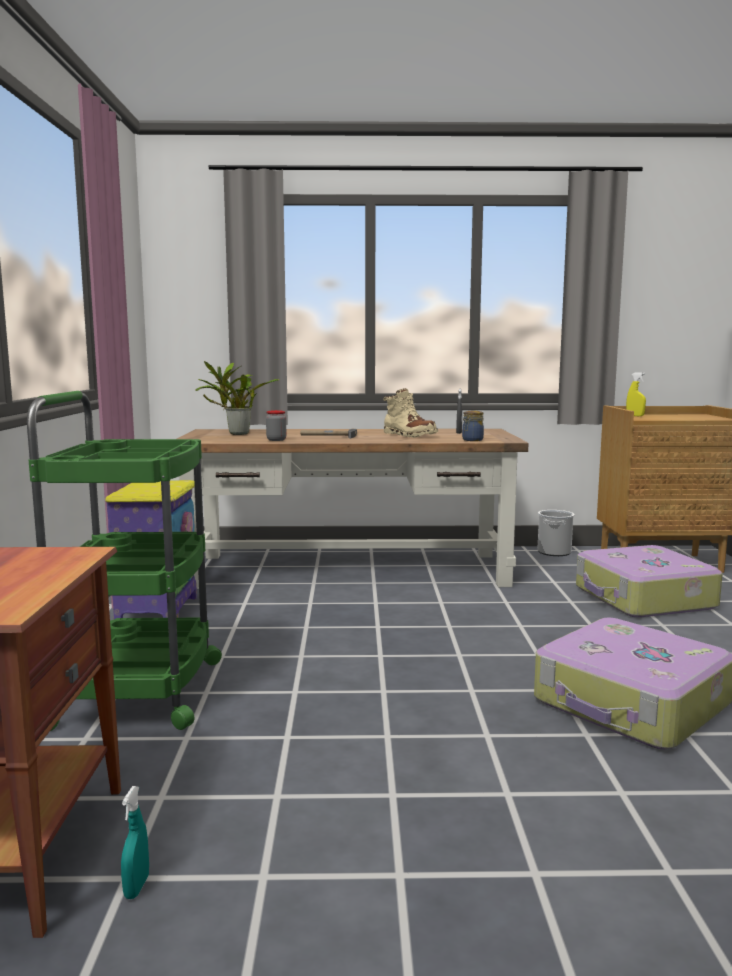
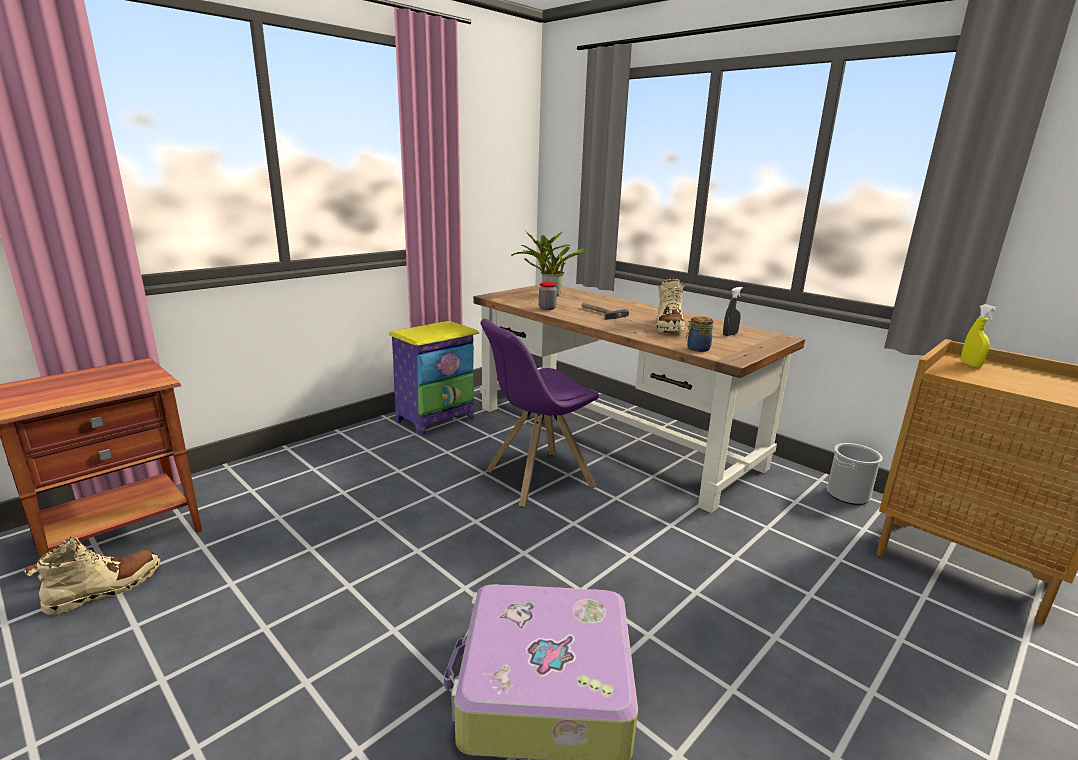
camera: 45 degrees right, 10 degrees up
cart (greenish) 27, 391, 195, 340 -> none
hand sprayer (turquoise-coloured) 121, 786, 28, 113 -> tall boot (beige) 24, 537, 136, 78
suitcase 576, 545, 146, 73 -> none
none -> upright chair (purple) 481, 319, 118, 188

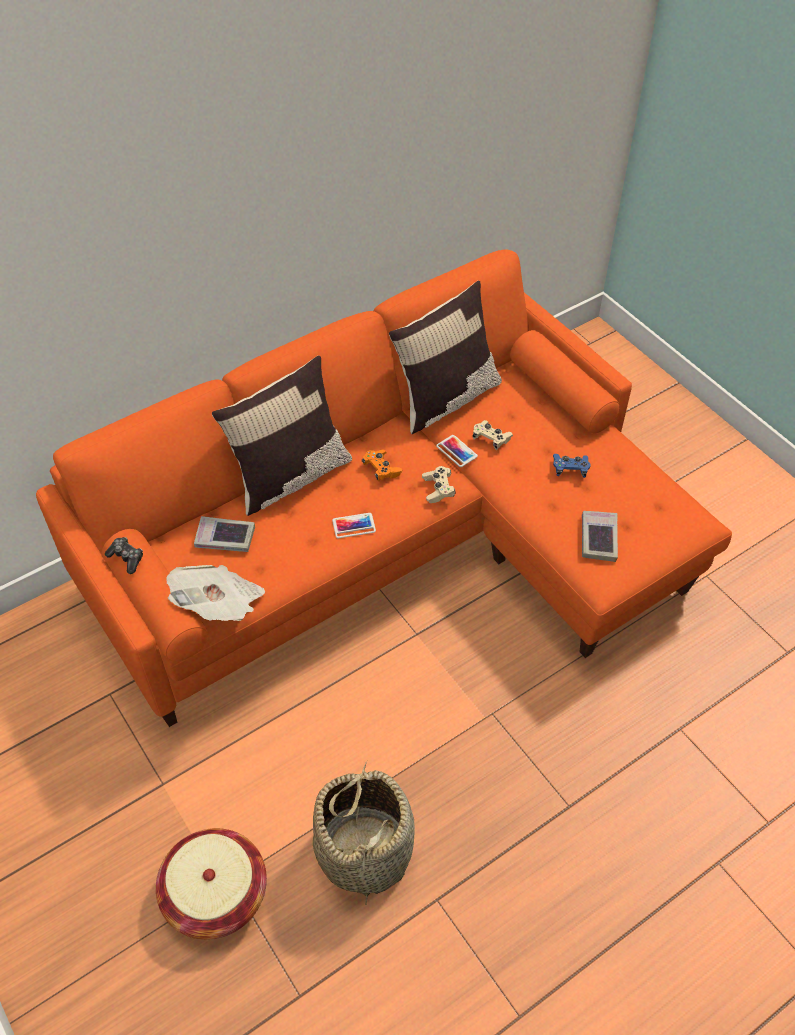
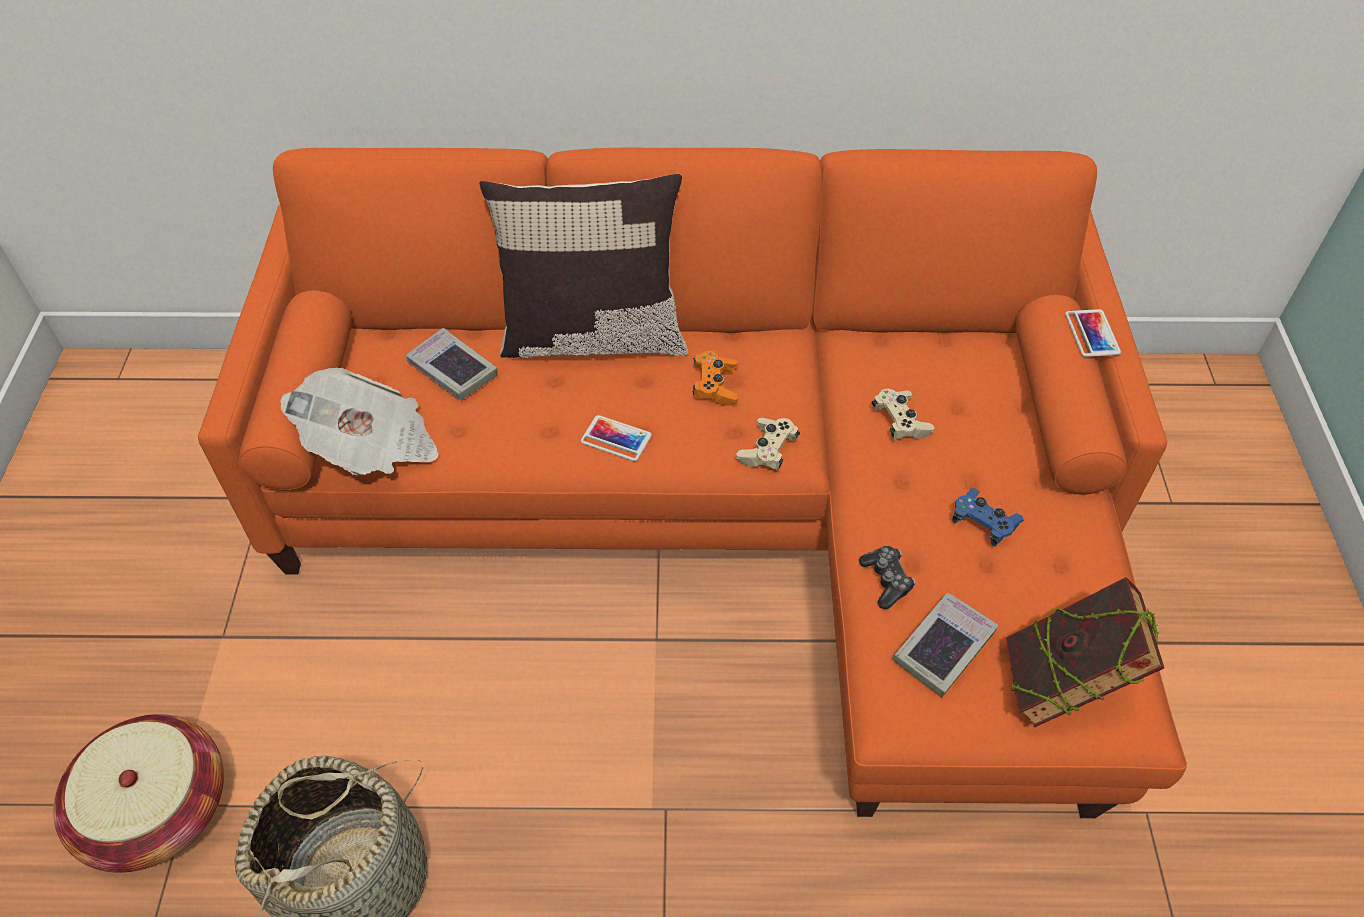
camera: 35 degrees right, 0 degrees up
joypad 105, 537, 38, 37 -> joypad 859, 546, 56, 63, moved
cushion 389, 281, 113, 153 -> none
phone 436, 435, 42, 32 -> phone 1065, 309, 56, 48, moved
none -> bound book 1006, 577, 158, 150

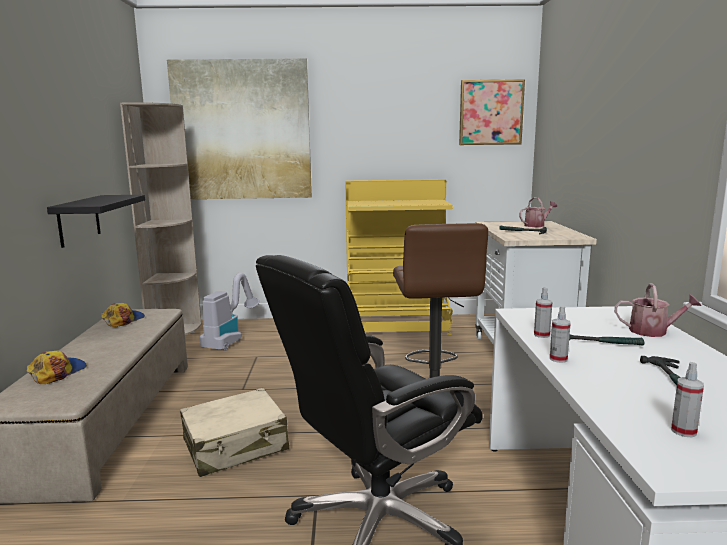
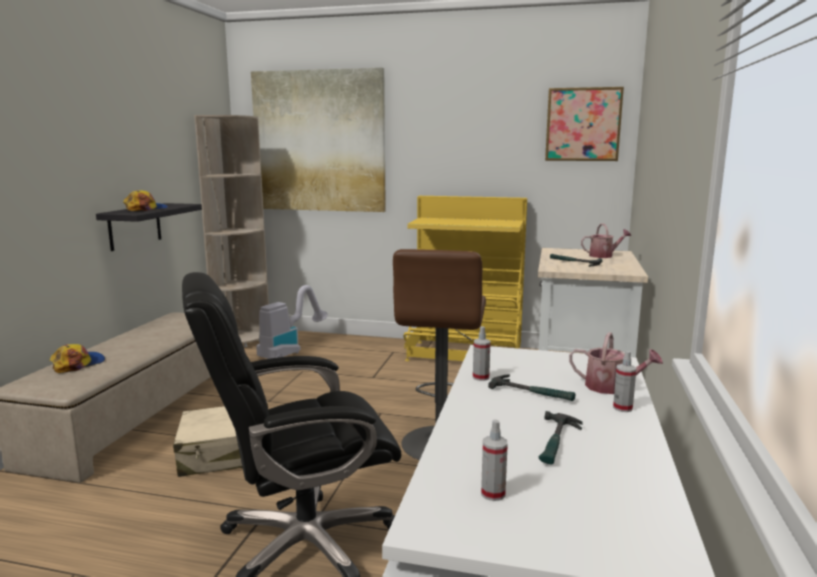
camera: 15 degrees right, 0 degrees up
baseball cap 101, 303, 44, 24 -> baseball cap 123, 190, 45, 21, moved
hand sprayer 550, 306, 21, 57 -> hand sprayer 613, 351, 24, 61, moved

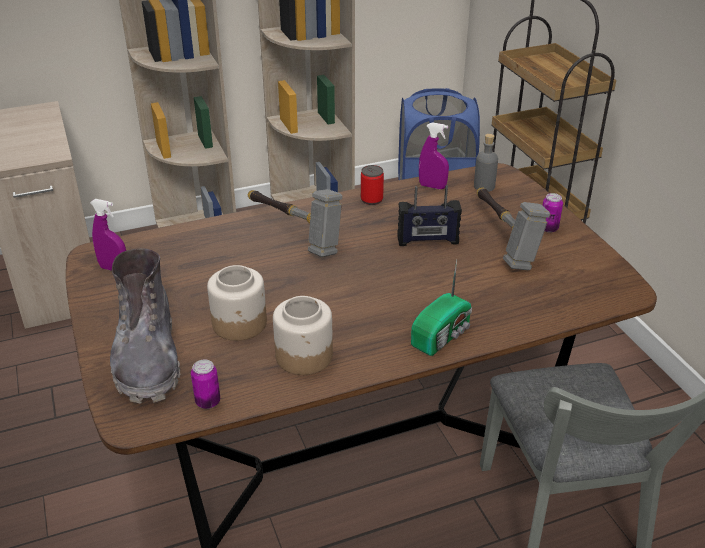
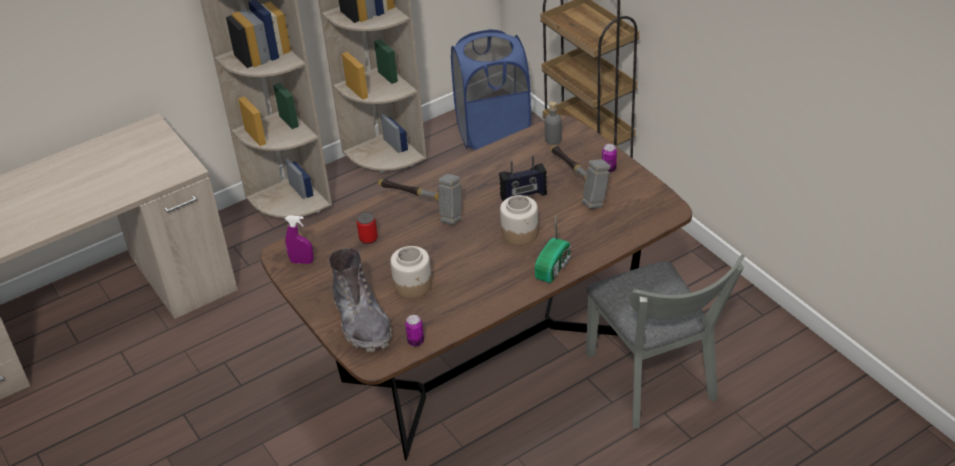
camera: 10 degrees left, 5 degrees up
preserve jar 273, 296, 60, 79 -> preserve jar 500, 195, 38, 51, moved
can 361, 165, 23, 40 -> can 356, 212, 22, 32, moved
hand sprayer (purple) 419, 122, 30, 67 -> none

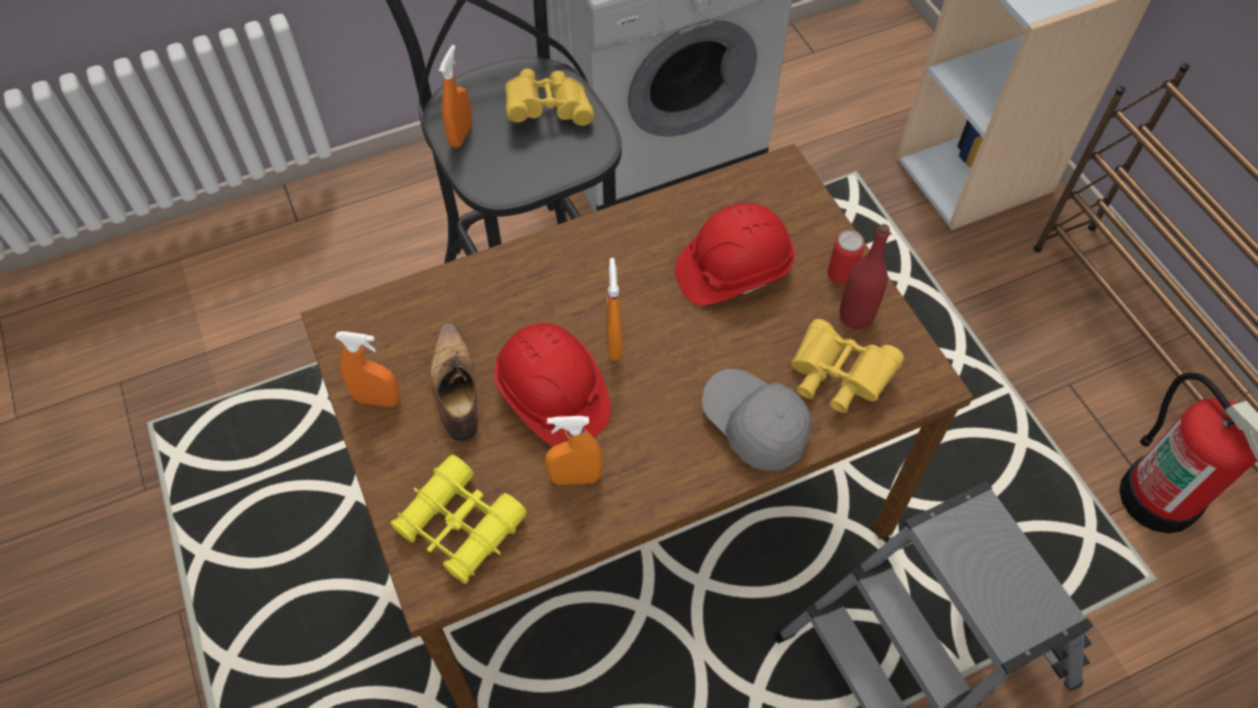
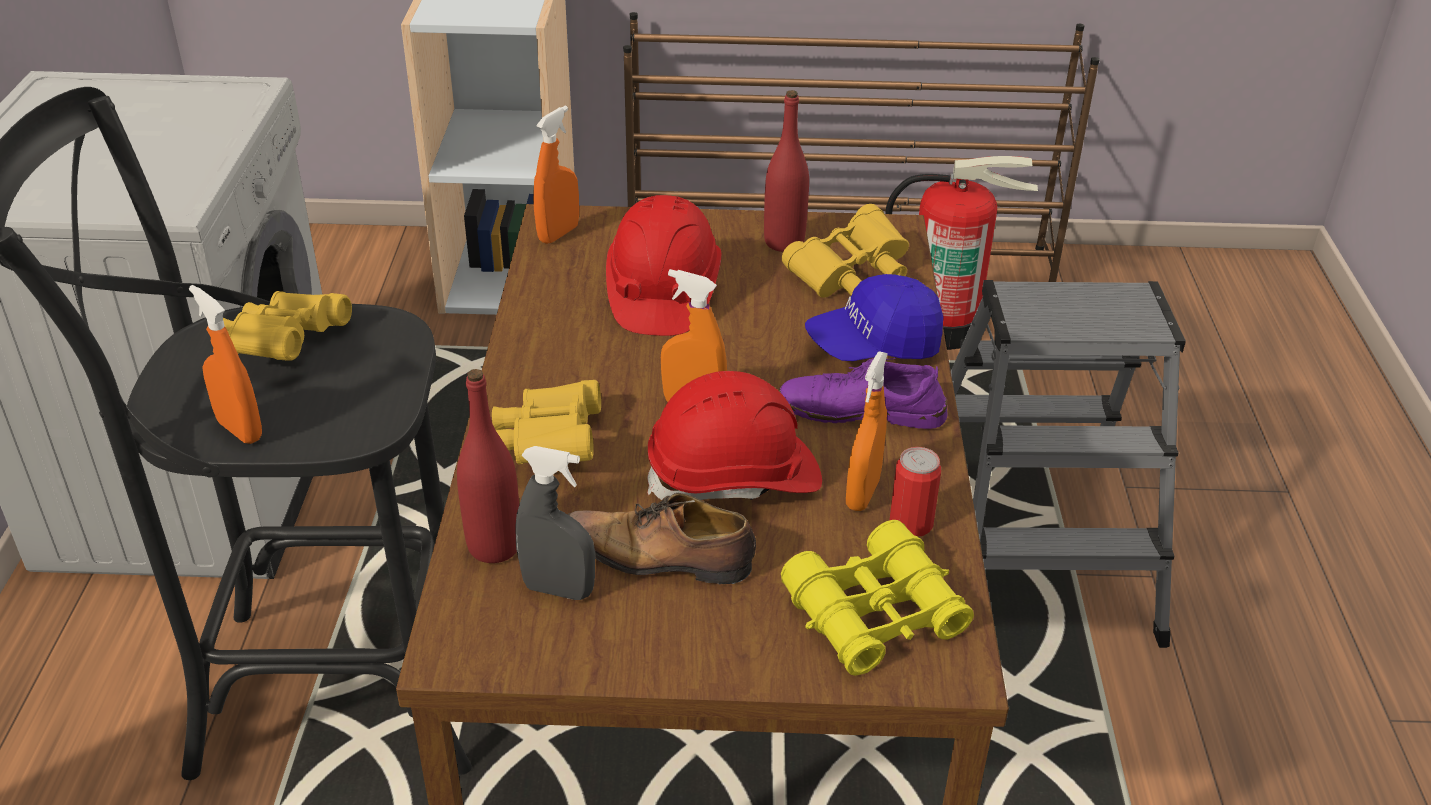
camera: 65 degrees left, 20 degrees down
hand sprayer (orange-coloured) 335, 331, 65, 76 -> hand sprayer (orange-coloured) 533, 106, 46, 138, moved
baseball cap (greyish) 702, 369, 110, 102 -> baseball cap (blue-coloured) 805, 274, 138, 87
can 828, 230, 37, 55 -> can 890, 447, 51, 90, moved
none -> bottle (red-coloured) 457, 369, 62, 194
none -> field glasses (yellow-coloured) 492, 380, 109, 84
none -> hand sprayer (greyish) 516, 446, 79, 154
none -> item of footwear (purple) 779, 358, 168, 71

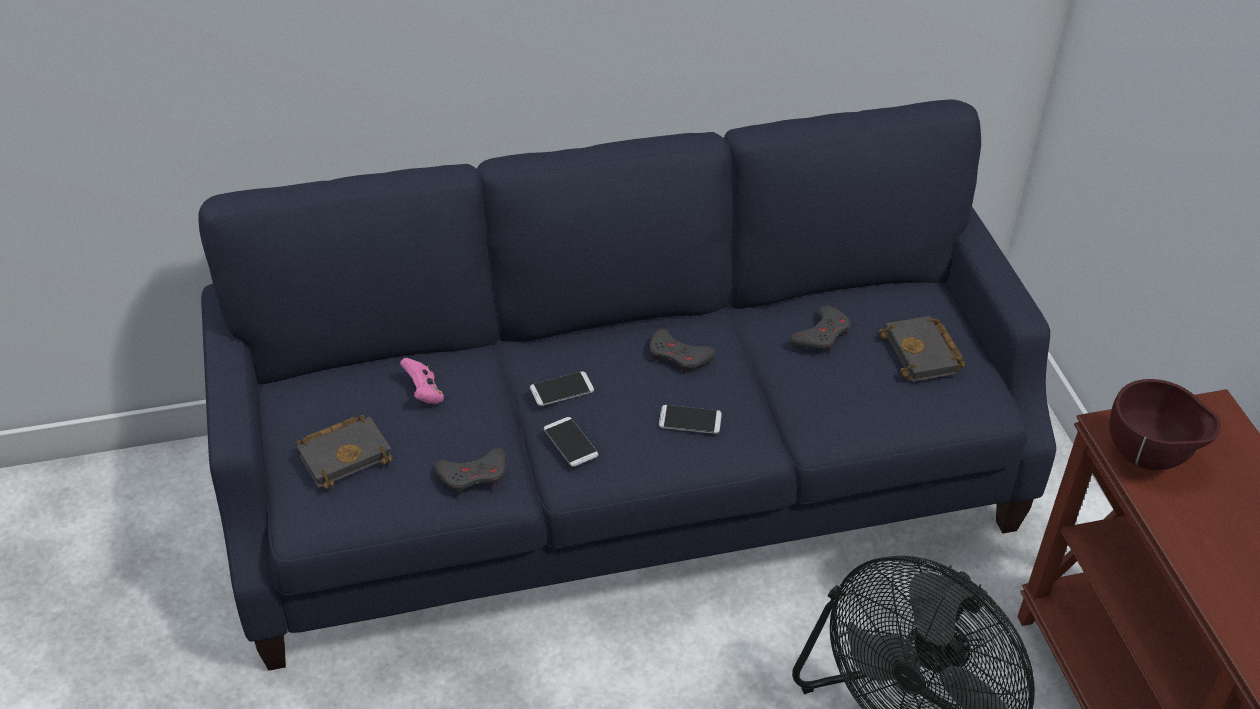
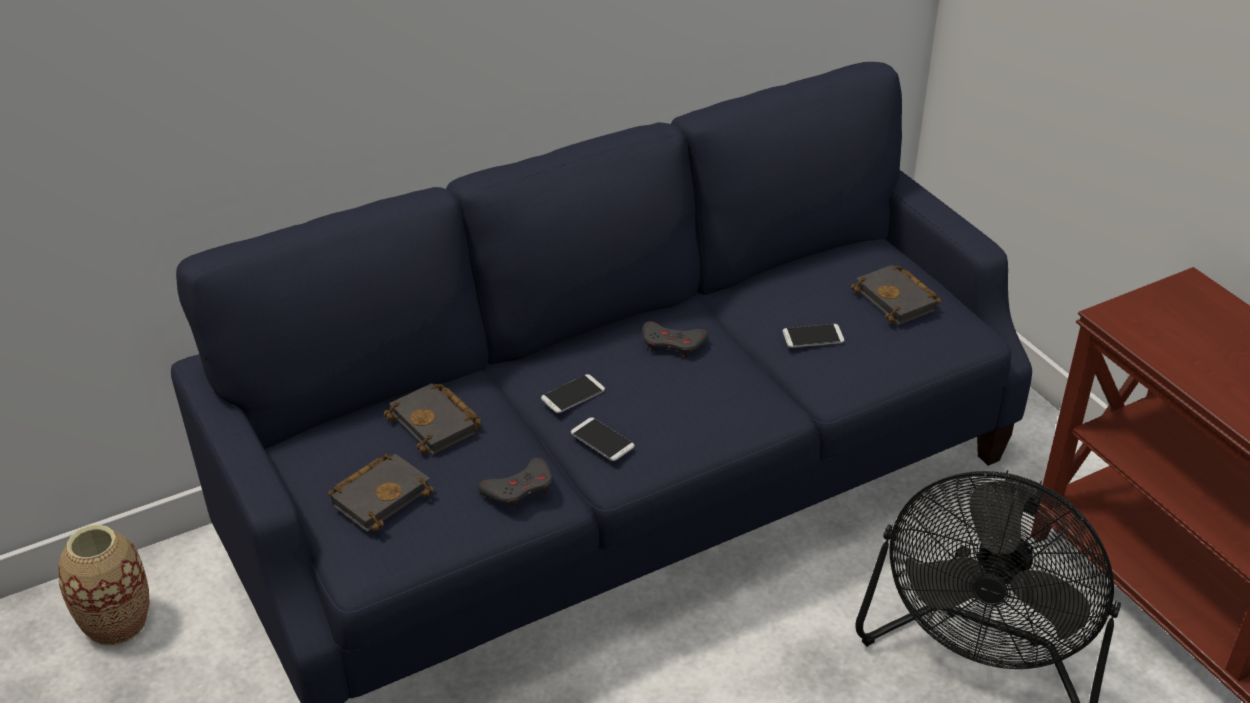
camera: 15 degrees left, 5 degrees down
joypad (pinkish) 400, 358, 44, 46 -> bound book (black) 384, 383, 98, 72
phone 659, 405, 63, 29 -> phone 782, 324, 62, 24, moved
joypad (greyish) 789, 305, 61, 47 -> none
bowl (brown-coloured) 1110, 379, 111, 91 -> none
none -> decorative vase 58, 525, 92, 121

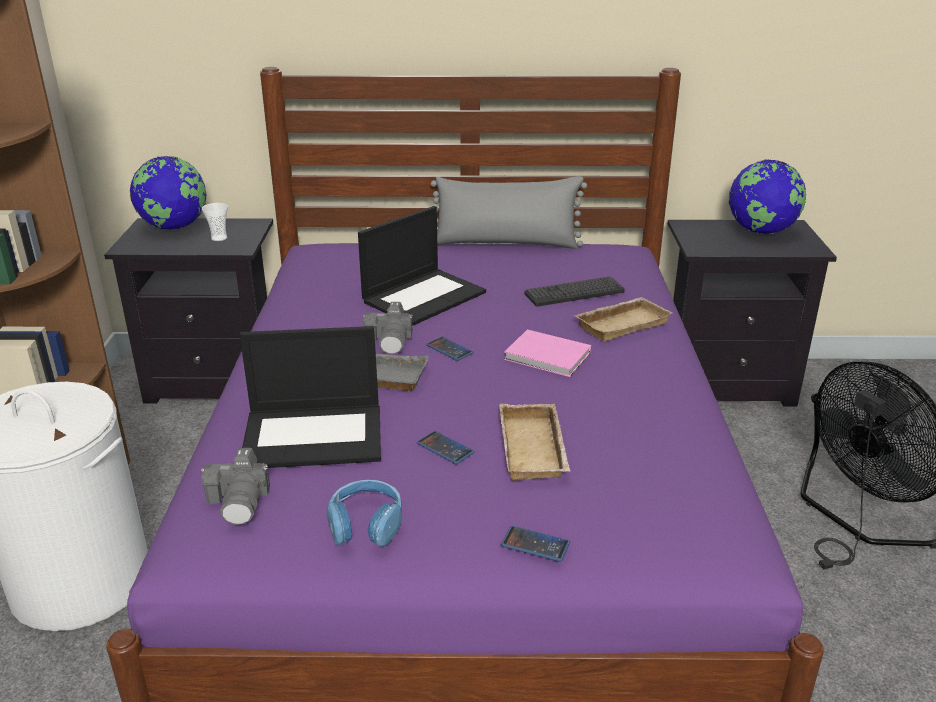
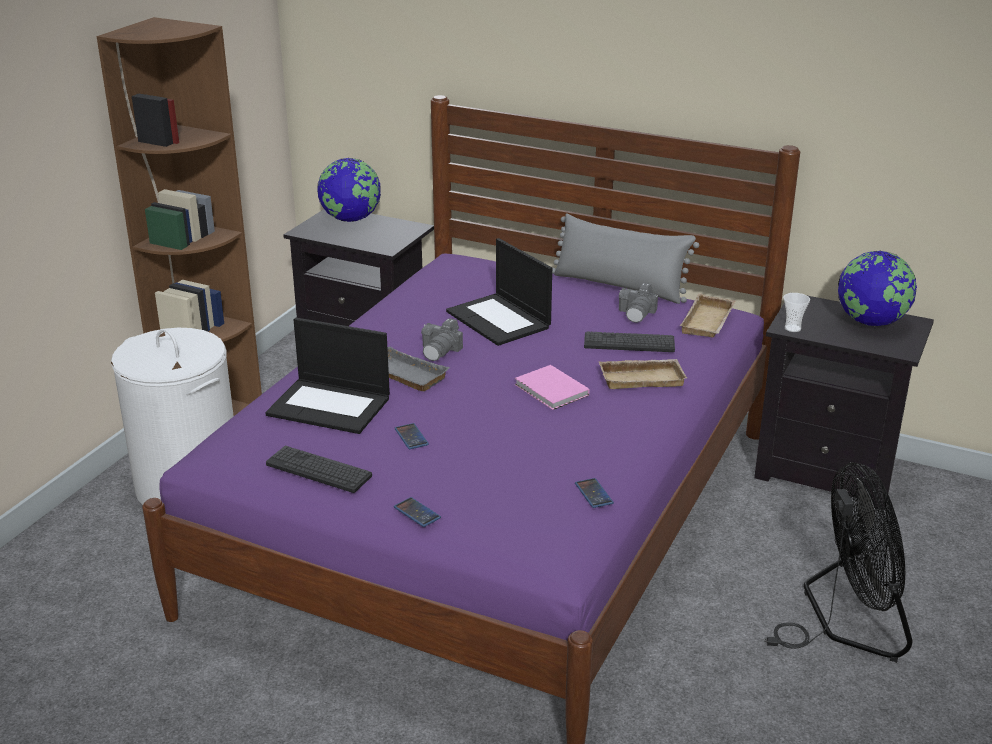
camera: 25 degrees right, 0 degrees up
still camera 201, 448, 69, 77 -> still camera 619, 283, 39, 40, moved
small cup 202, 203, 26, 38 -> small cup 783, 293, 27, 39, moved
headset (blue-coloured) 326, 480, 76, 67 -> keyboard 266, 446, 106, 47
notebook computer 358, 206, 128, 120 -> notebook computer 446, 238, 106, 108, 75 degrees clockwise
phone 426, 337, 48, 24 -> phone 575, 478, 39, 30, moved
serving tray (beige) 499, 404, 71, 77 -> serving tray (beige) 680, 293, 55, 44, moved

